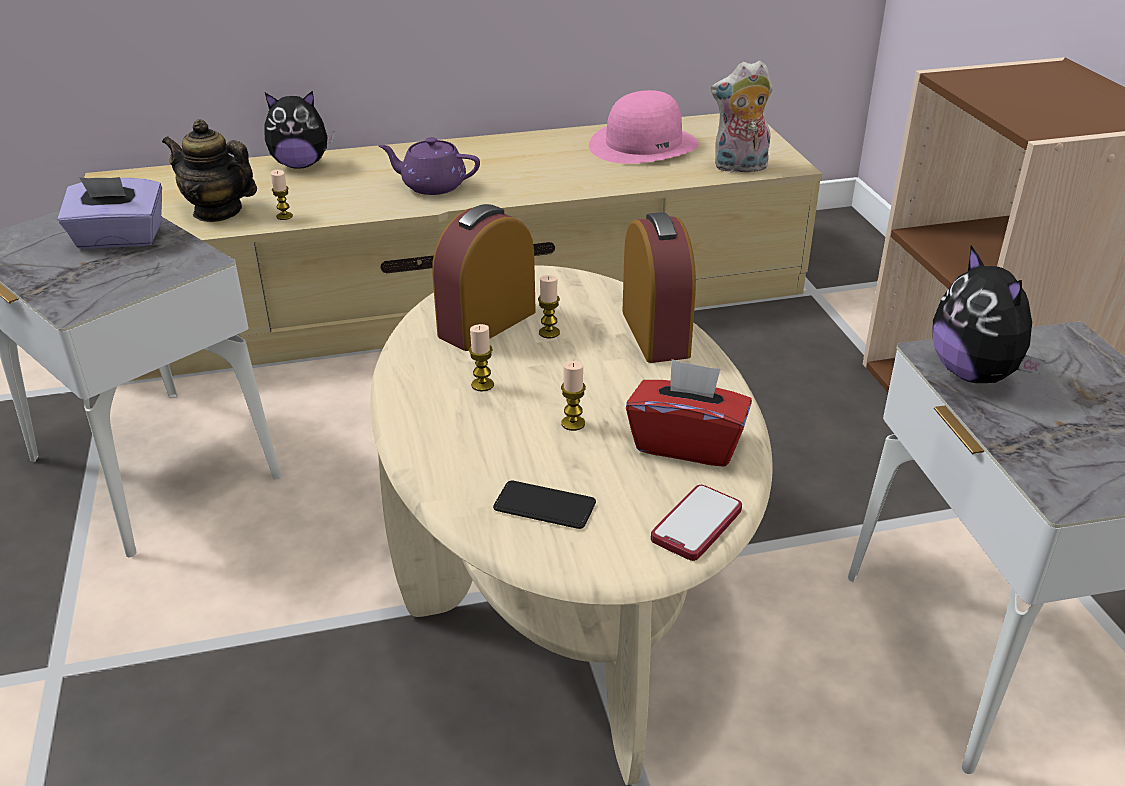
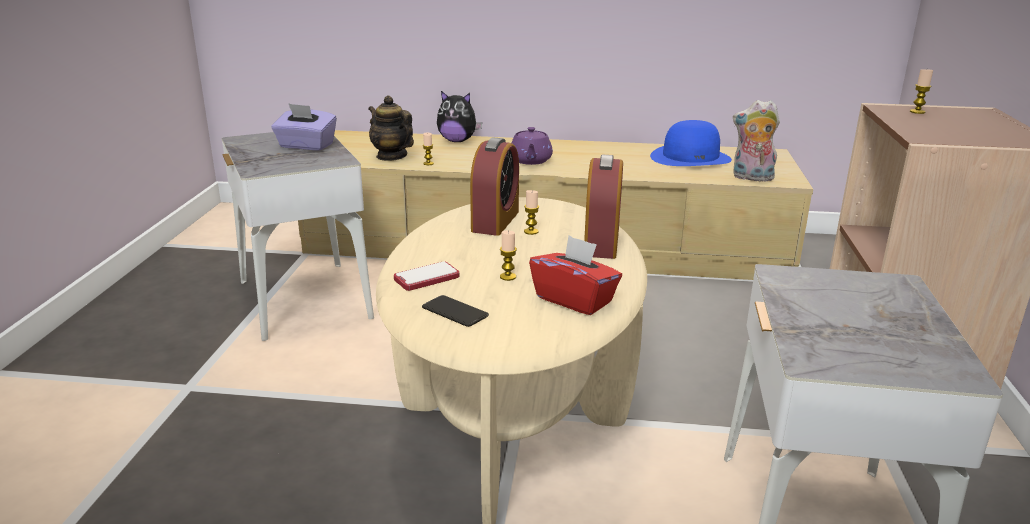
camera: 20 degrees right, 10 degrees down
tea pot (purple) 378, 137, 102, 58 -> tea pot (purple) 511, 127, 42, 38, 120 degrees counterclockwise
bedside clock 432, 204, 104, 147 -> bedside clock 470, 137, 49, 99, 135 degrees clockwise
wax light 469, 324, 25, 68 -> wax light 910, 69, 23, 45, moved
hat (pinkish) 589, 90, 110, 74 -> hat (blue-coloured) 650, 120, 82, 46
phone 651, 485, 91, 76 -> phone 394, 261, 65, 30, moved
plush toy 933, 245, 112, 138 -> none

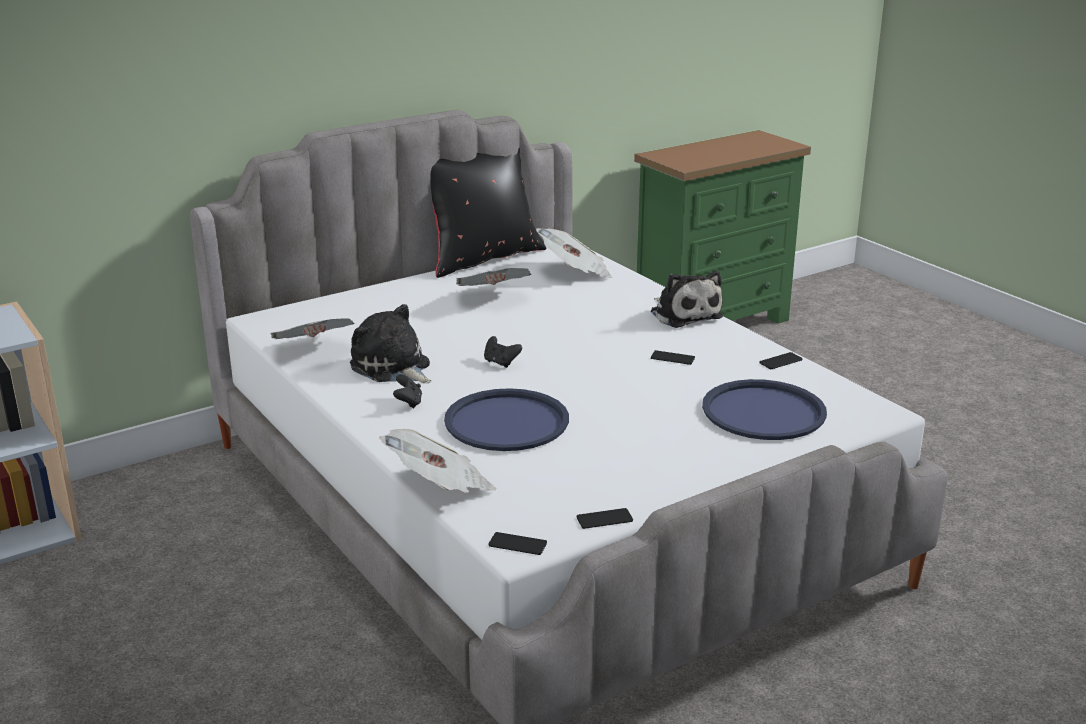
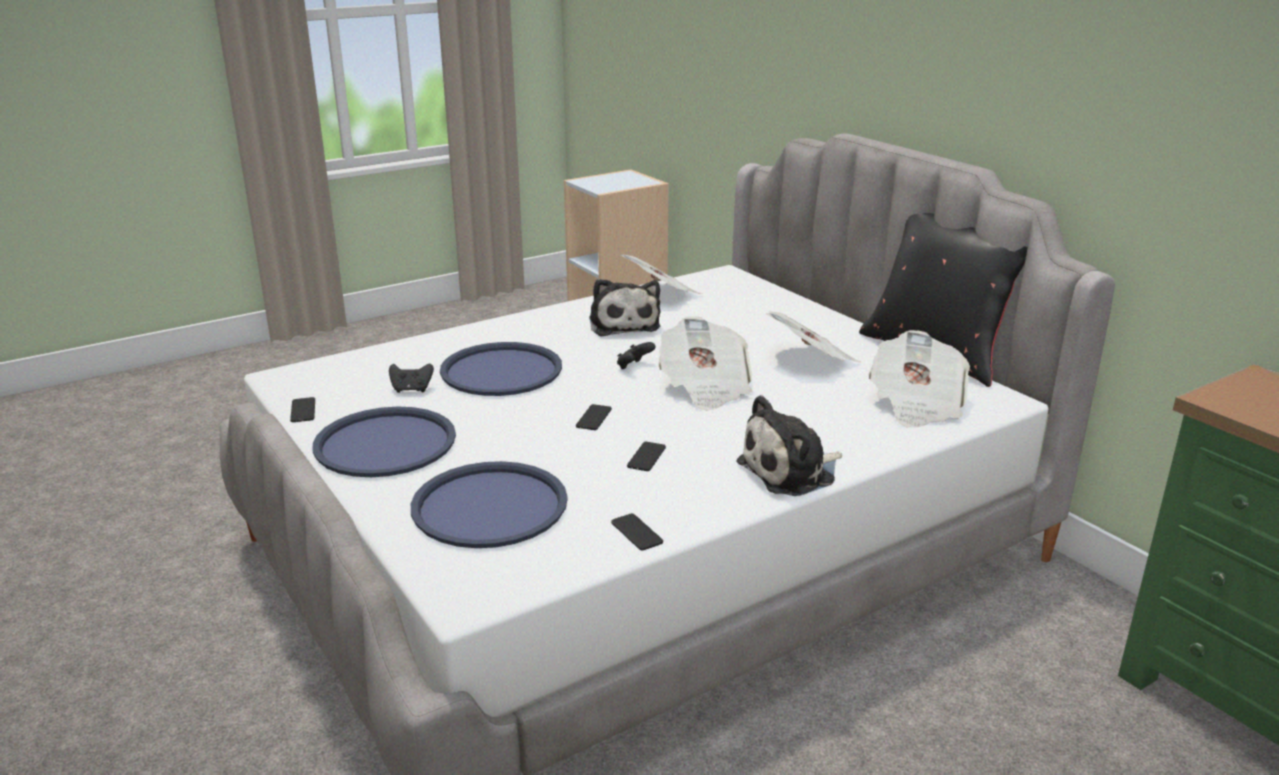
camera: 90 degrees right, 0 degrees up
plush toy 350, 304, 82, 79 -> plush toy 589, 279, 72, 58, 120 degrees clockwise
printed paper 379, 429, 118, 64 -> printed paper 658, 316, 94, 95, moved
joypad (black) 393, 374, 29, 34 -> joypad (black) 389, 363, 45, 30, moved
phone 489, 532, 58, 23 -> phone 576, 404, 36, 26, moved
none -> serving tray (blue-coloured) 313, 407, 143, 70

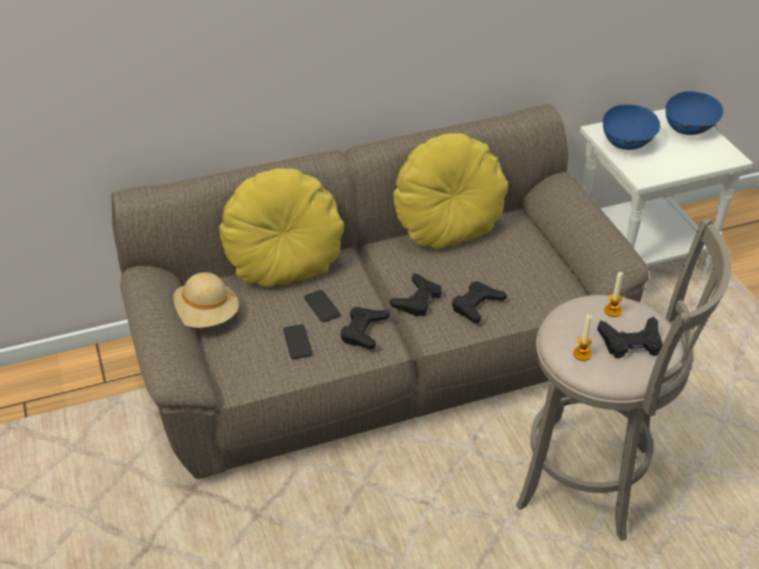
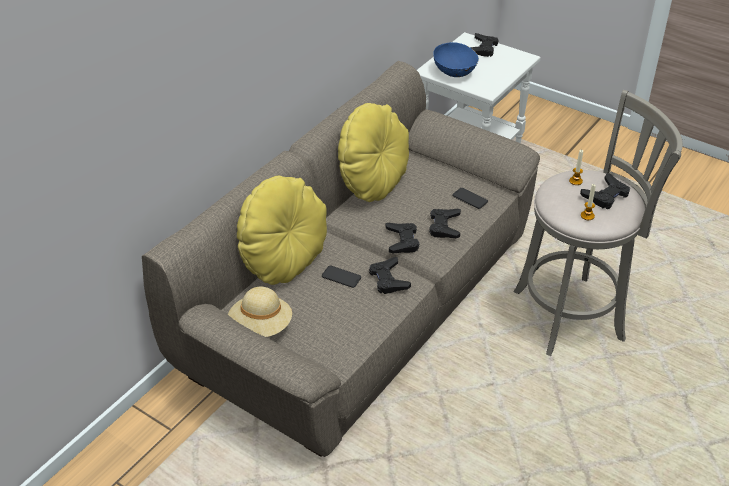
camera: 35 degrees left, 0 degrees up
phone 283, 324, 30, 35 -> phone 452, 188, 36, 21, moved
bowl (blue-coloured) 665, 91, 59, 44 -> joypad (black) 470, 33, 29, 24

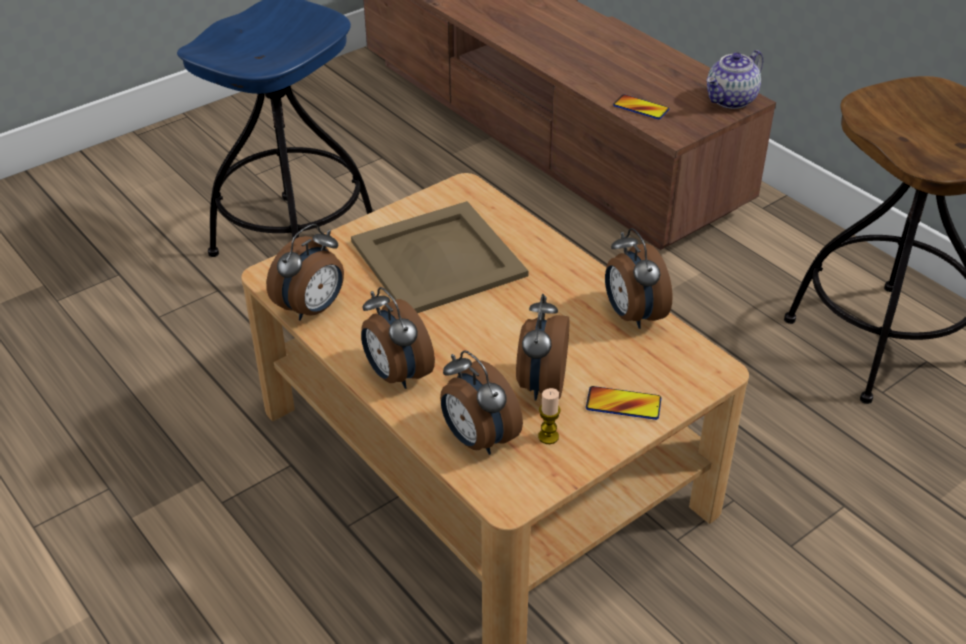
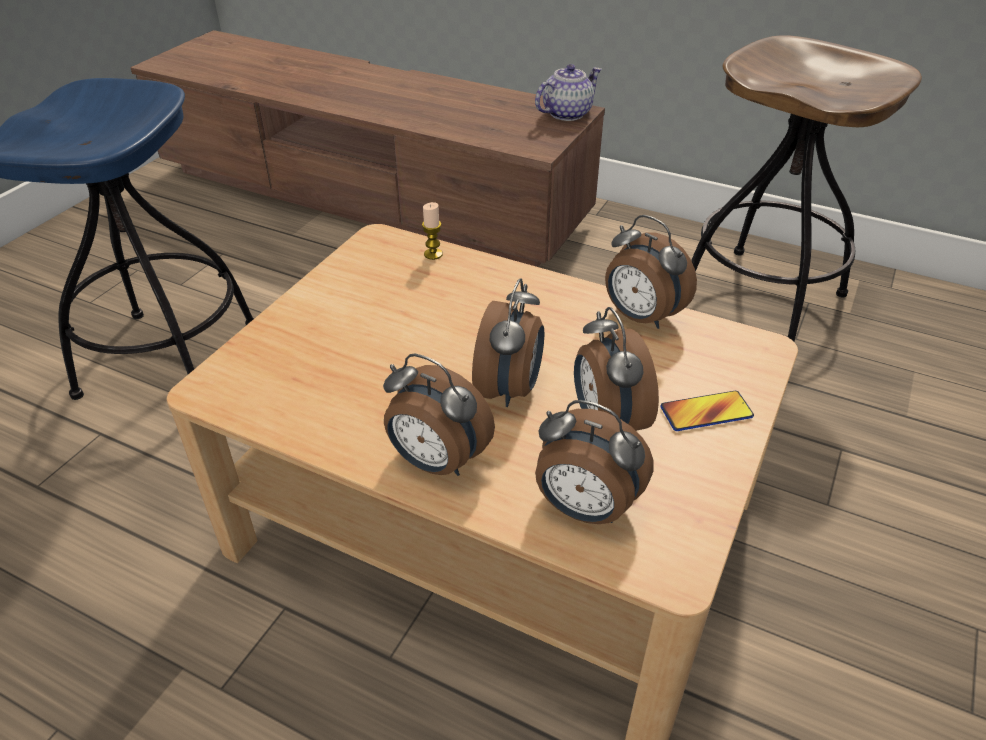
camera: 25 degrees left, 0 degrees up
bedside clock 266, 224, 78, 97 -> bedside clock 472, 278, 72, 129, moved
serving tray (beige) 351, 201, 178, 112 -> none
wax light 538, 388, 22, 56 -> wax light 422, 202, 21, 58, moved
phone 613, 94, 56, 25 -> none
tea pot 707, 50, 56, 59 -> tea pot 535, 64, 67, 57, 150 degrees counterclockwise

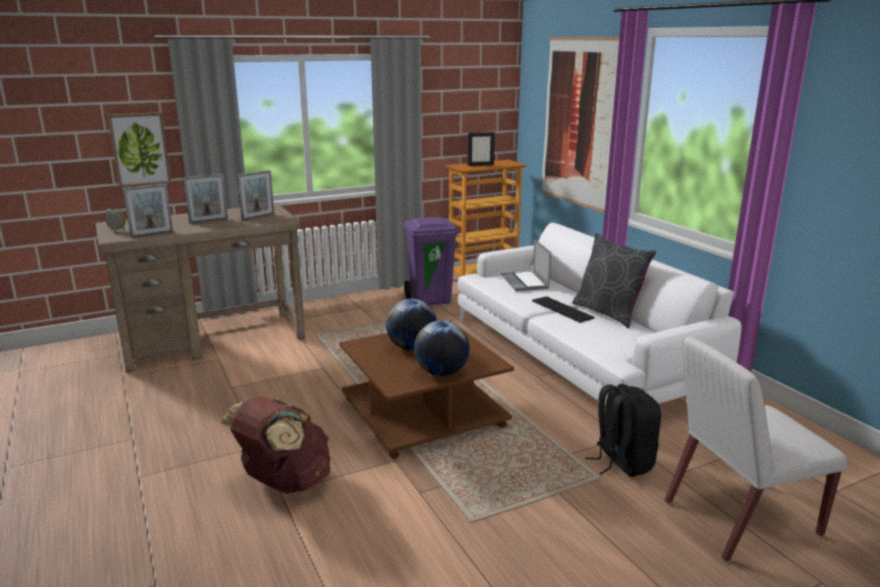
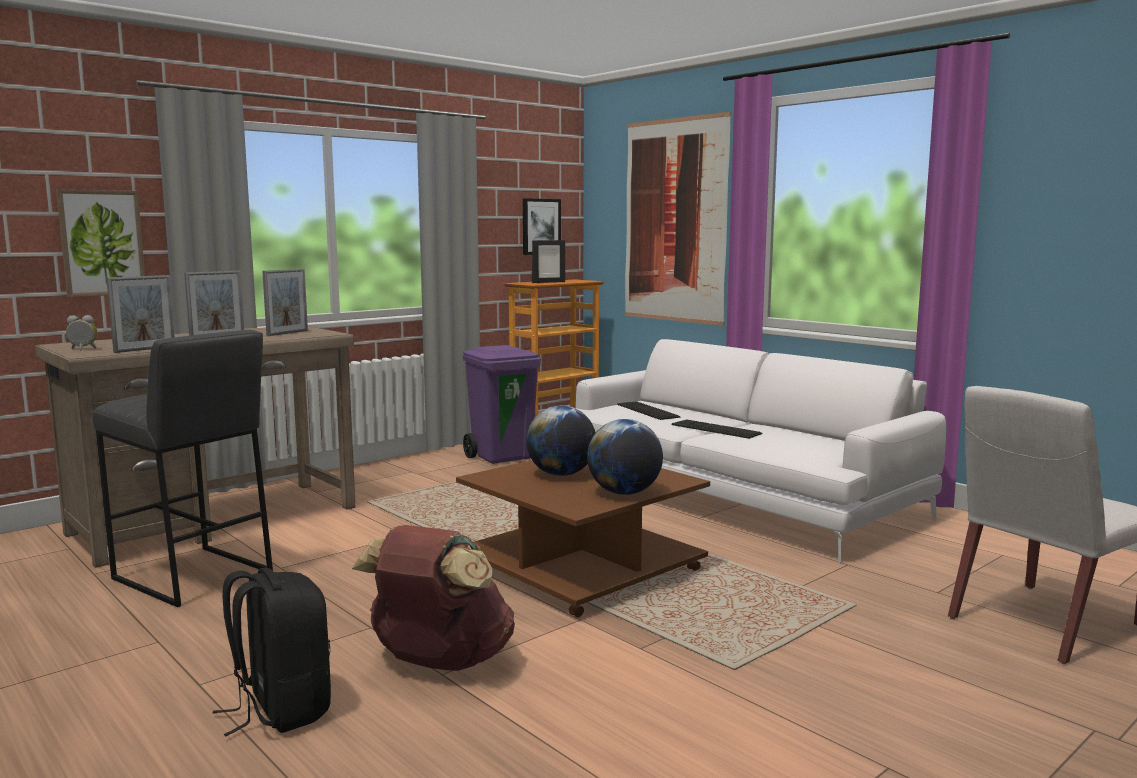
camera: 15 degrees left, 10 degrees down
notebook computer 501, 239, 50, 52 -> keyboard 617, 401, 63, 19
cushion (greyish) 572, 233, 84, 95 -> none
backpack (black) 585, 384, 76, 93 -> backpack (black) 213, 568, 118, 168, moved
none -> sitting stool (greyish) 92, 330, 181, 277
none -> wall picture 523, 198, 38, 57

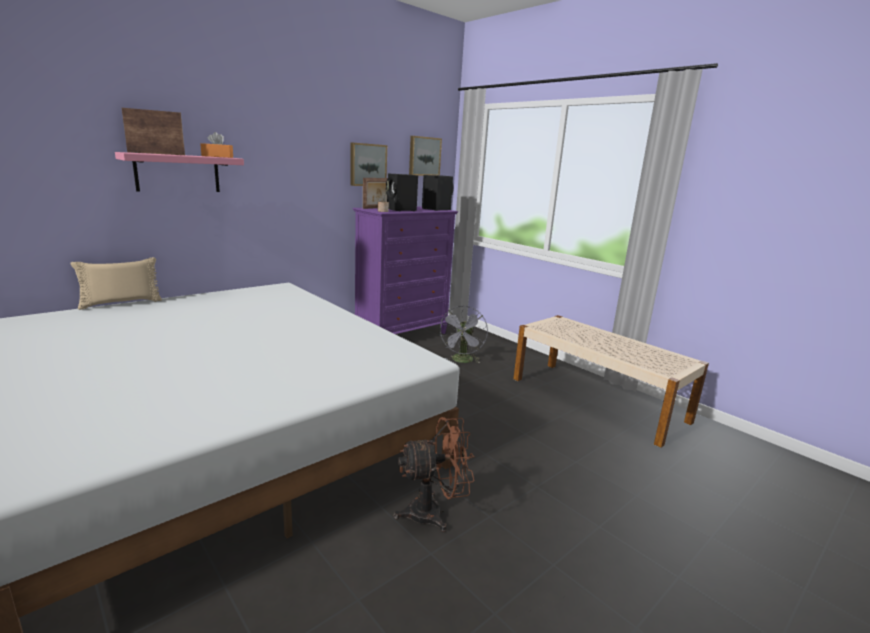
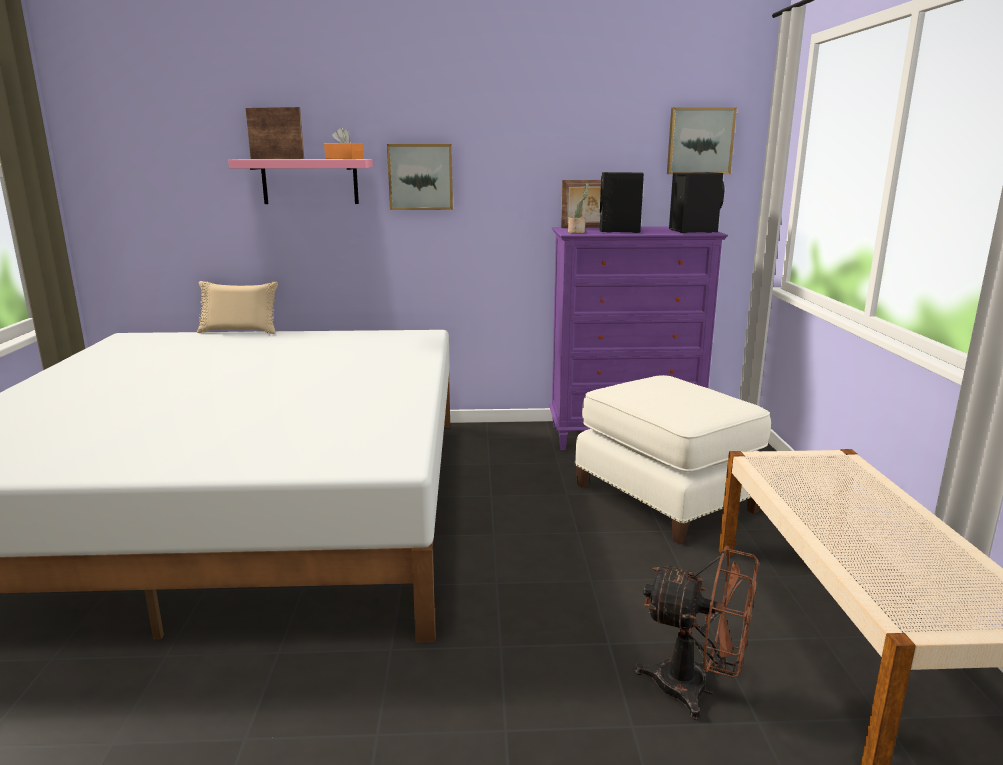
camera: 40 degrees right, 0 degrees up
wall picture 350, 143, 37, 43 -> wall picture 387, 144, 66, 66, moved
cooling fan (brown-coloured) 394, 417, 80, 115 -> cooling fan (brown-coloured) 635, 546, 123, 174, moved
cooling fan (greyish) 439, 306, 49, 57 -> footrest (whitish) 575, 375, 196, 169

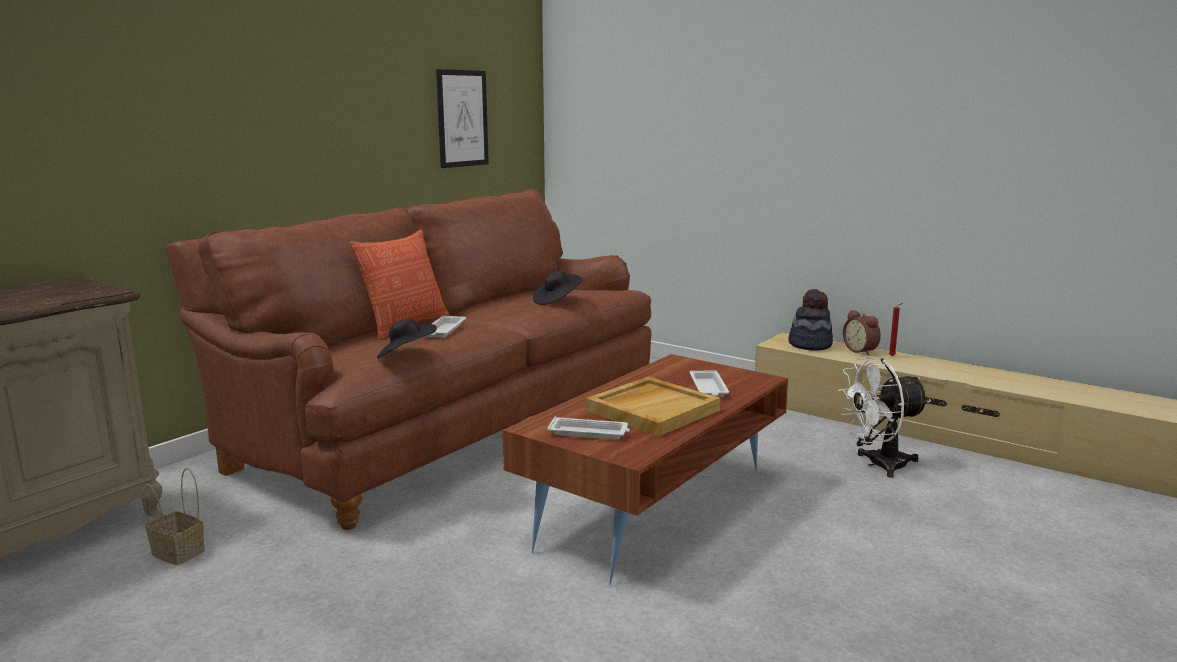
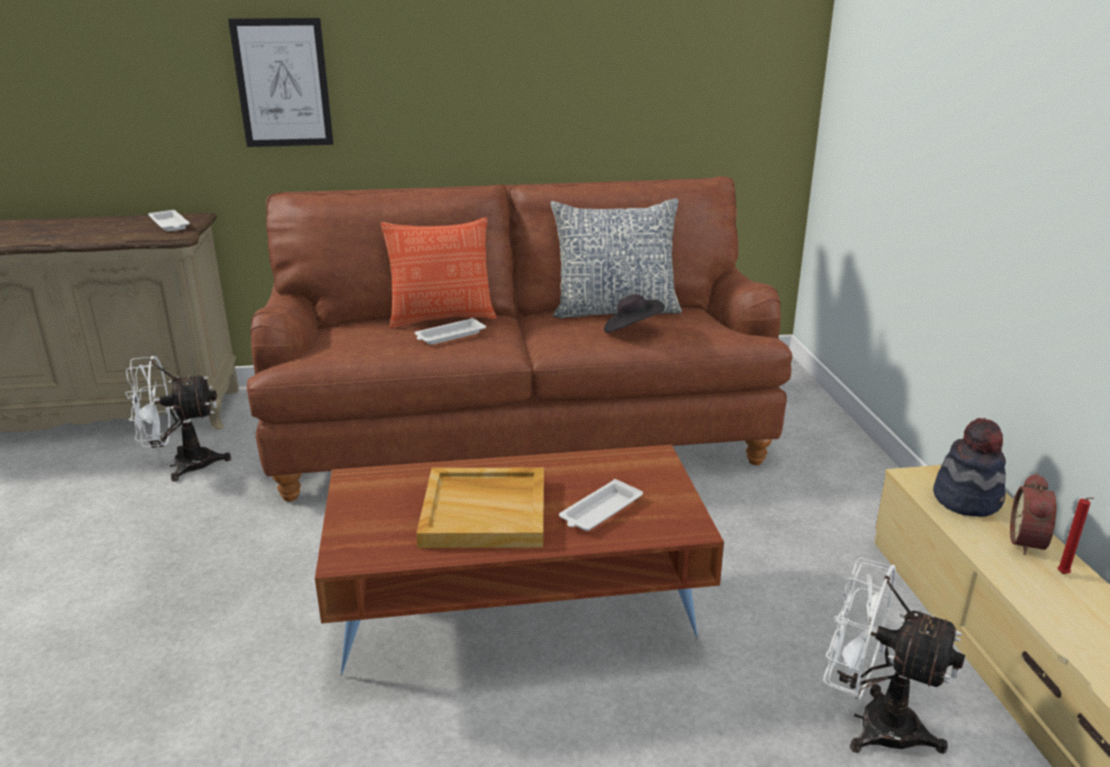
camera: 45 degrees right, 10 degrees up
storage basket 143, 468, 62, 97 -> cooling fan (whitish) 125, 356, 106, 126
hat (black) 377, 318, 60, 40 -> none
wall picture 436, 69, 53, 99 -> wall picture 228, 18, 105, 129, moved
serving tray (whitish) 547, 416, 83, 24 -> serving tray (whitish) 148, 210, 42, 22, moved
none -> cushion 550, 198, 132, 120

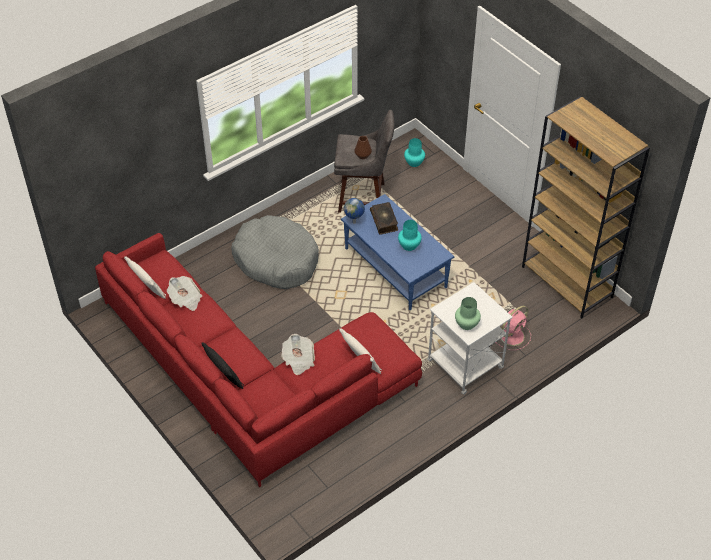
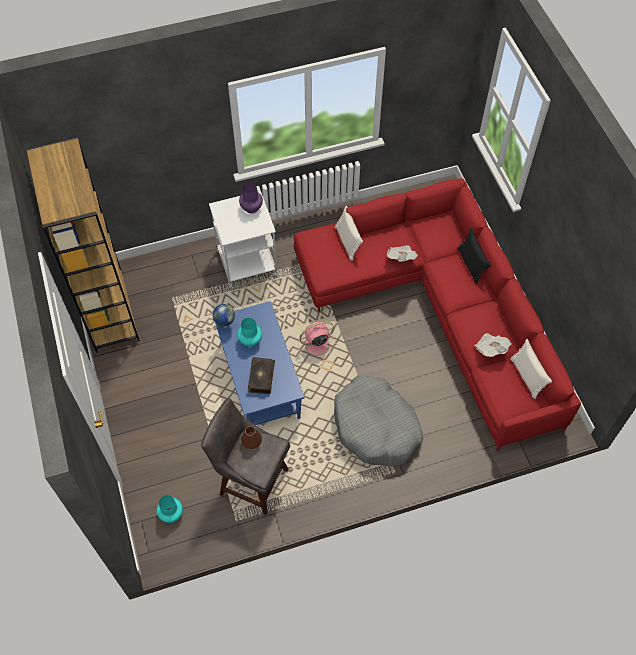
camera: 160 degrees left, 10 degrees up
desk globe 344, 198, 21, 26 -> desk globe 213, 304, 22, 24, moved
decorative vase (greenish) 455, 297, 26, 33 -> decorative vase (purple) 239, 183, 24, 30
cooling fan (pinkish) 495, 306, 36, 44 -> cooling fan (pinkish) 298, 322, 39, 39, moved

